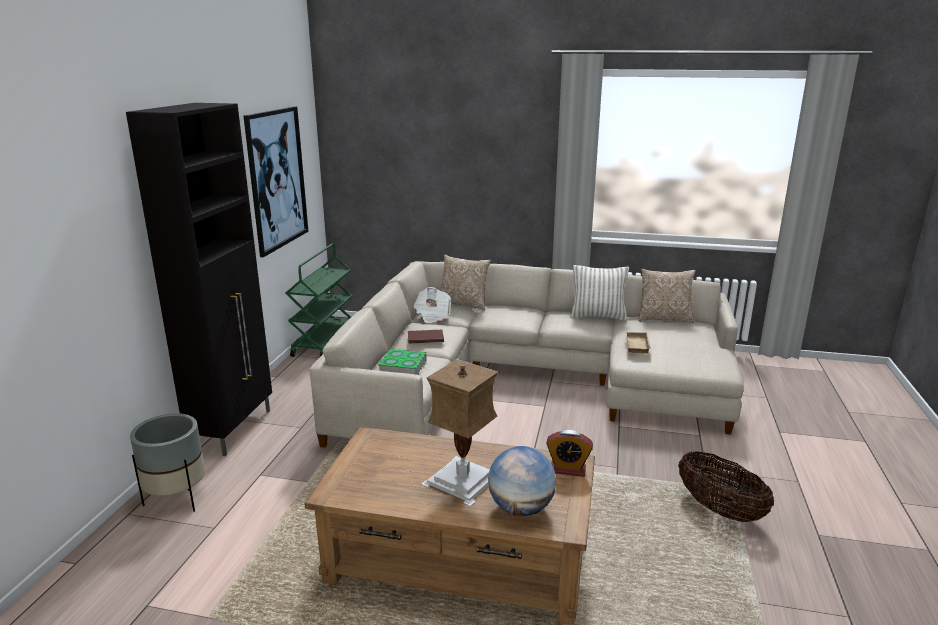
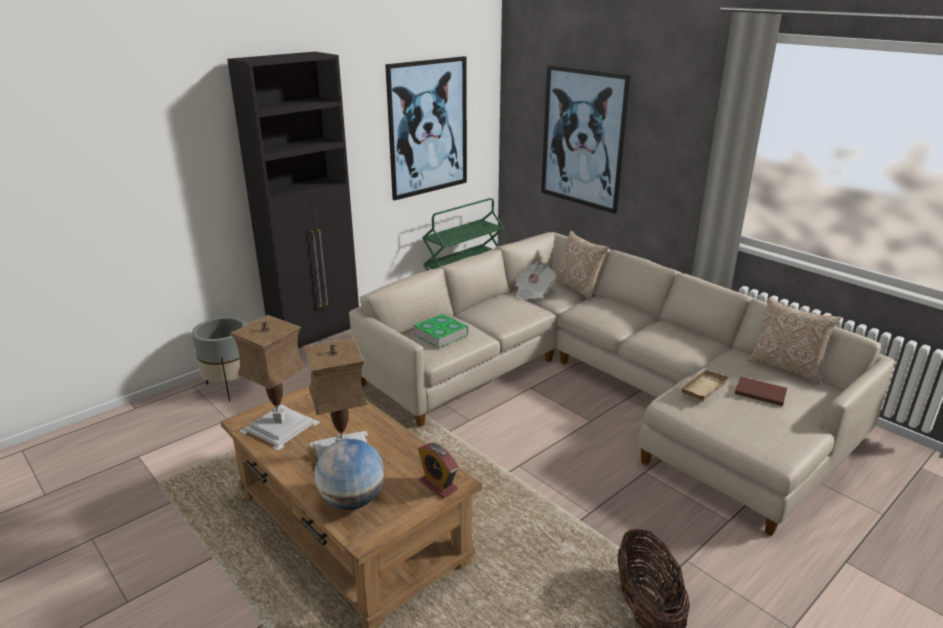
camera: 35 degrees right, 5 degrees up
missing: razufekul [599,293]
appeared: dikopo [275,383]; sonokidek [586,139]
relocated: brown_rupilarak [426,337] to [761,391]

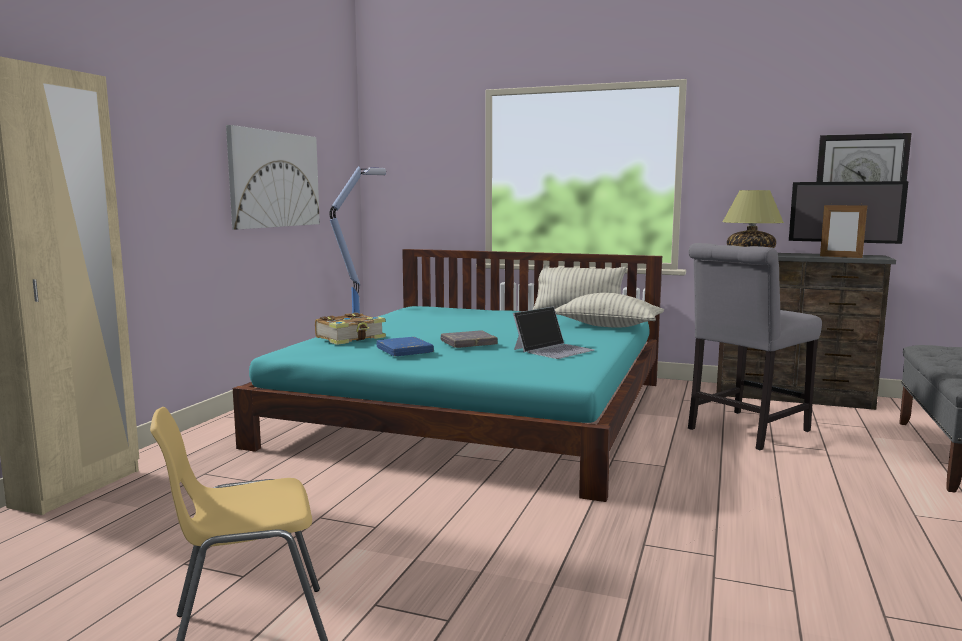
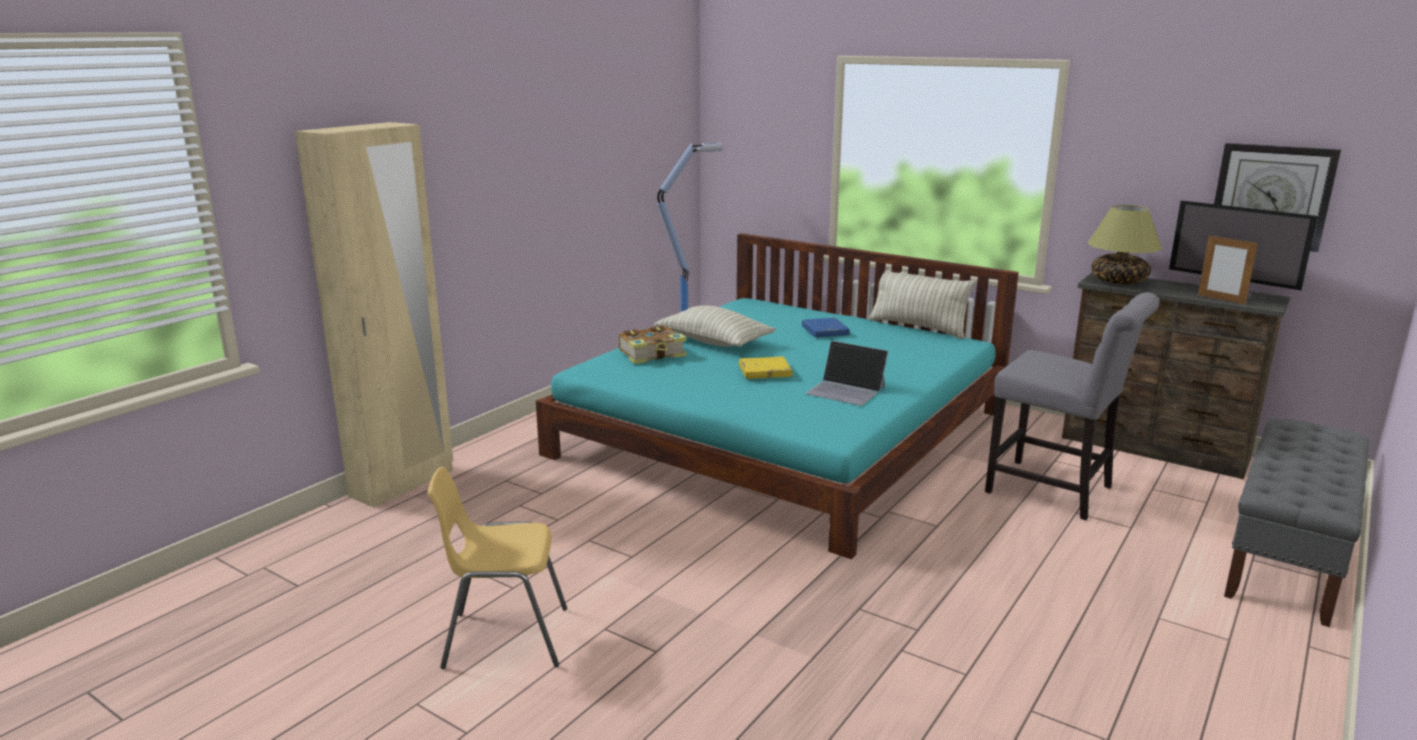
camera: 15 degrees right, 10 degrees up
missing: sonokidek [273,177]
relocated: blue_rupilarak [405,346] to [826,328]; razufekul [609,310] to [715,326]
colour: grey_rupilarak [469,339] to yellow_rupilarak [766,367]
spun: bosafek [554,333] = [847,373] 60 degrees clockwise; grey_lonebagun [755,346] = [1072,406] 120 degrees counterclockwise

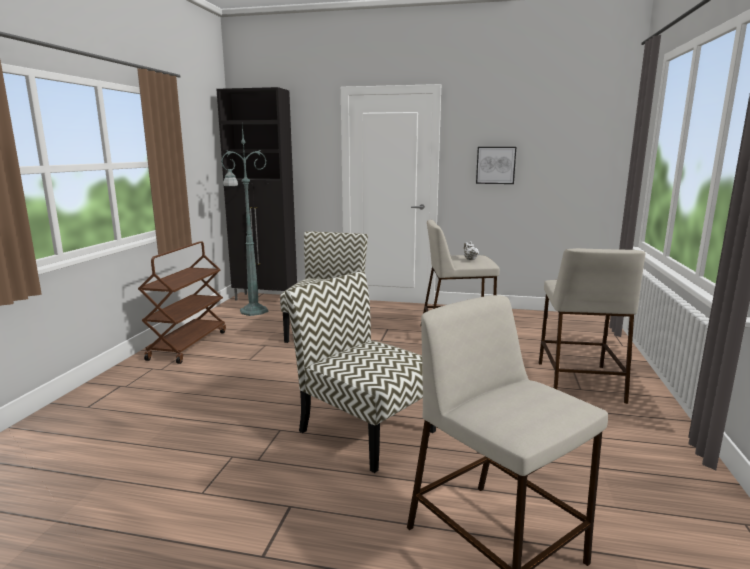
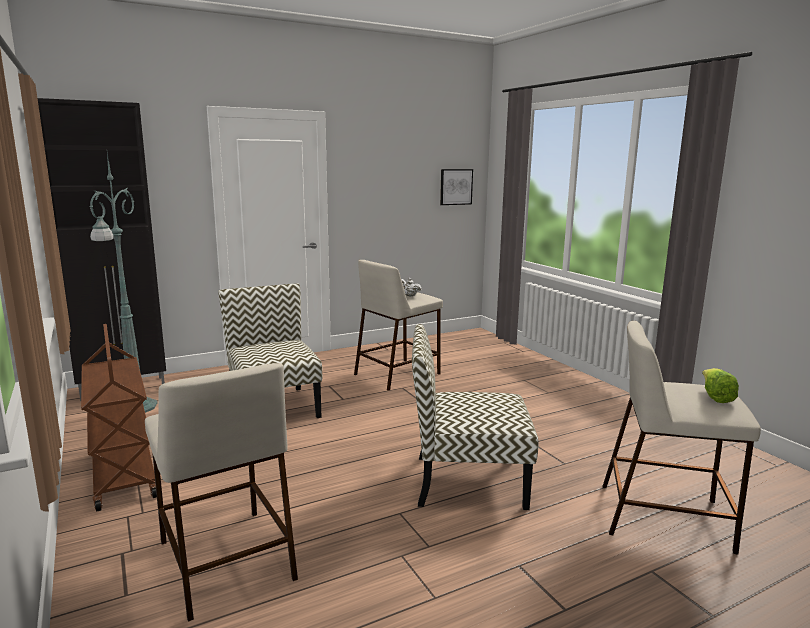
camera: 40 degrees left, 0 degrees up
appeared: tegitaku [720,385]
relocated: sonokidek [496,165] to [456,187]; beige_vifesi [592,326] to [221,492]

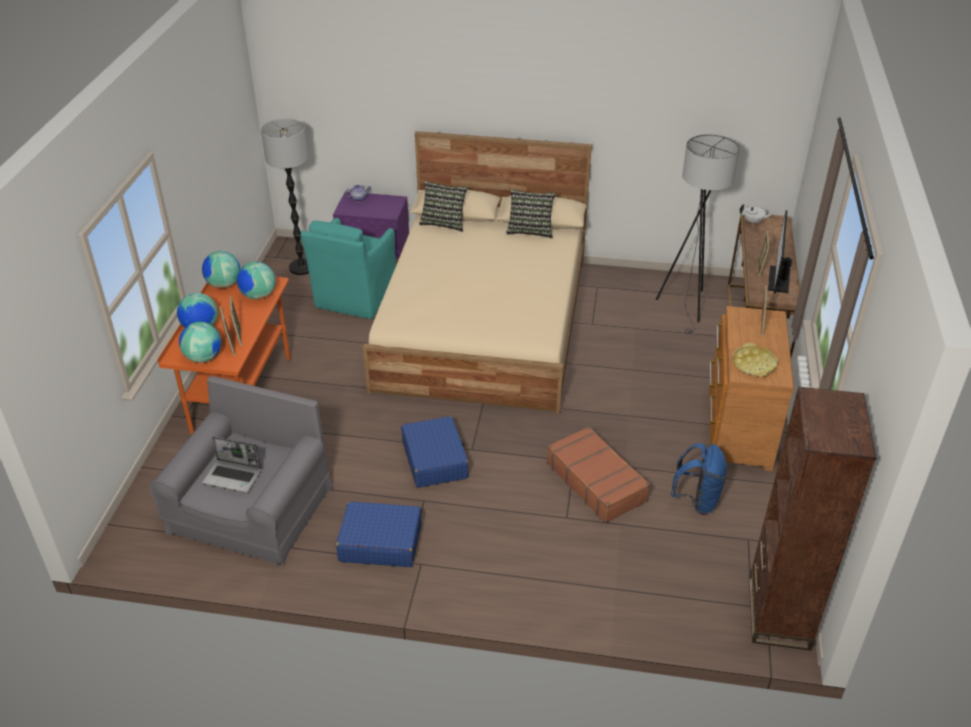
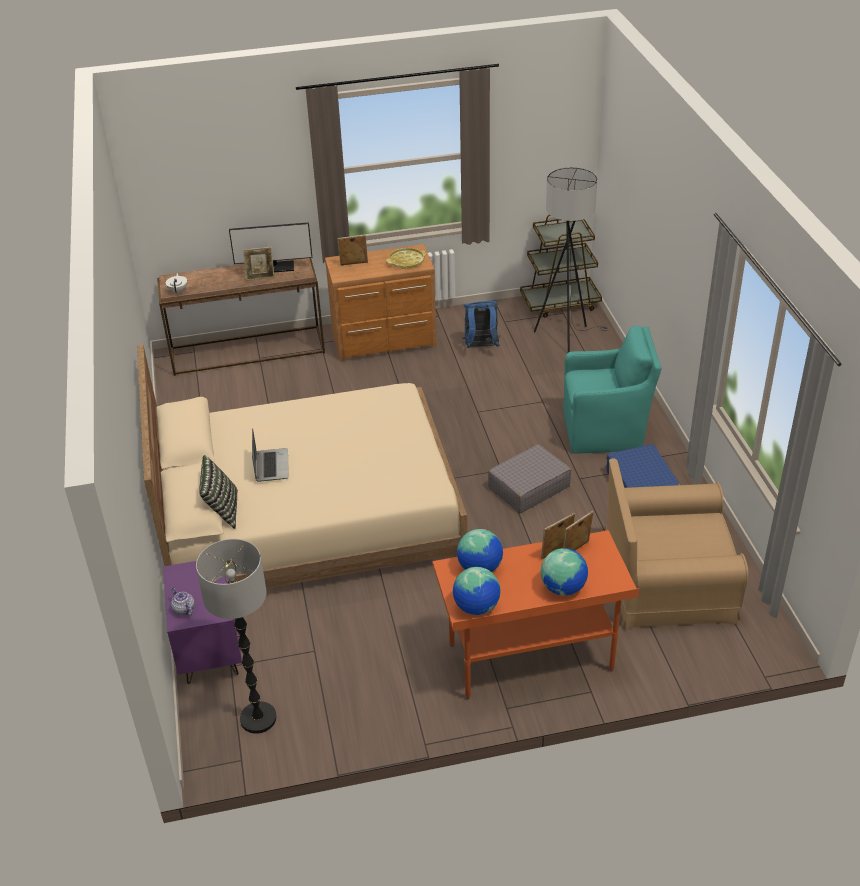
camera: 110 degrees left, 0 degrees up
missing: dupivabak [200,342]; razufekul [531,213]; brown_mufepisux [598,475]
relocated: bosafek [232,464] to [270,455]; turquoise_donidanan [348,268] to [612,390]; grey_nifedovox [697,234] to [571,259]
exchanged: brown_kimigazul [812,519] to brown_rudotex [561,266]
colour: grey_donidanan [241,471] to brown_donidanan [676,544]; blue_mufepisux [435,452] to grey_mufepisux [529,478]

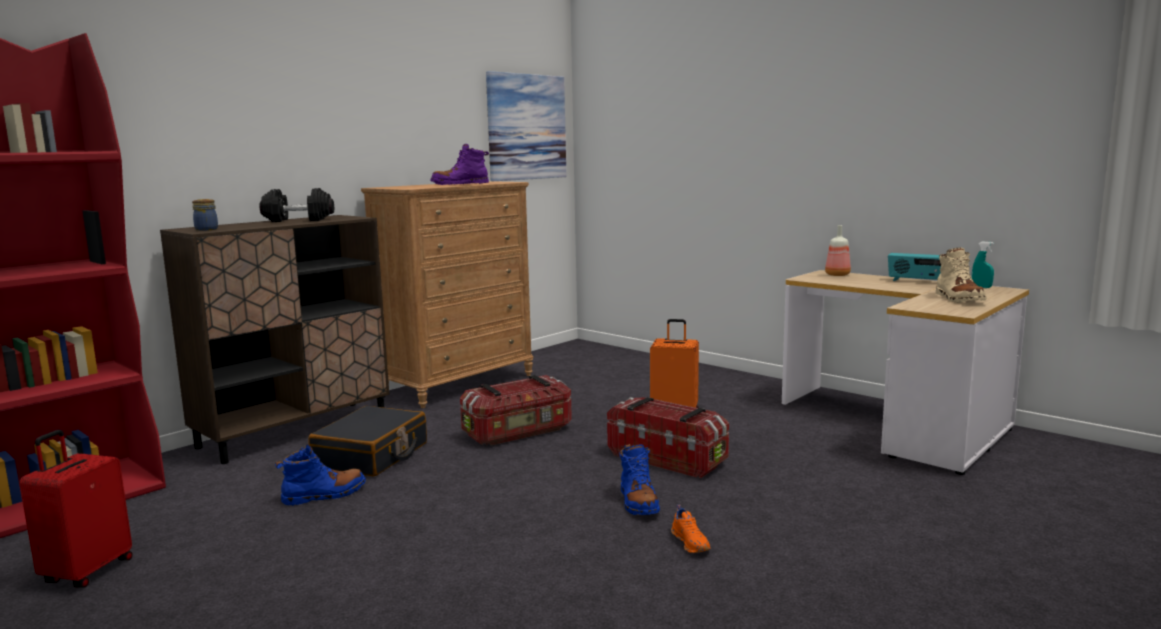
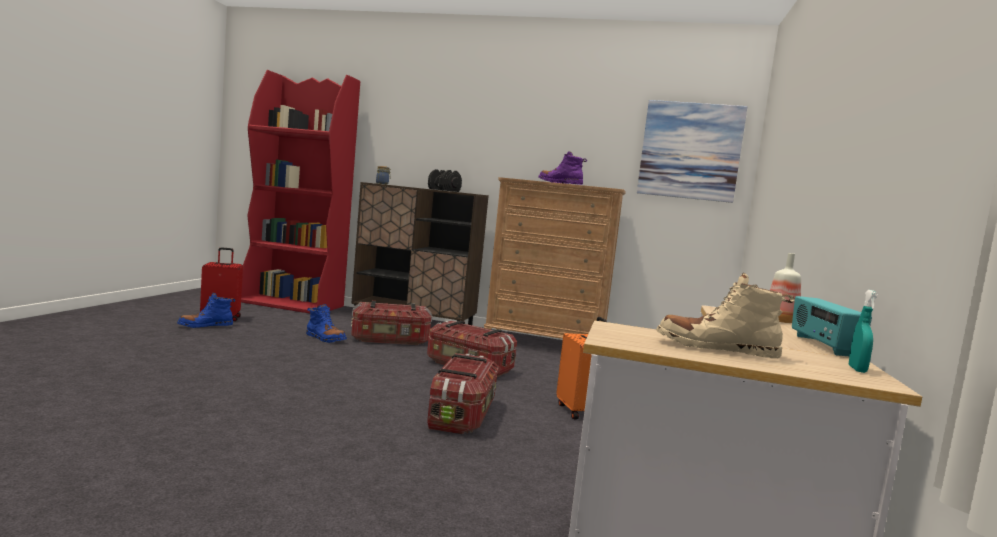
camera: 60 degrees right, 5 degrees down
missing: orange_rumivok [690,529]
relocated: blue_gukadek [639,479] to [206,310]
exchanged: black_mufepisux [367,441] to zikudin [391,323]
spun: beige_gukadek [961,275] = [725,316] 45 degrees clockwise

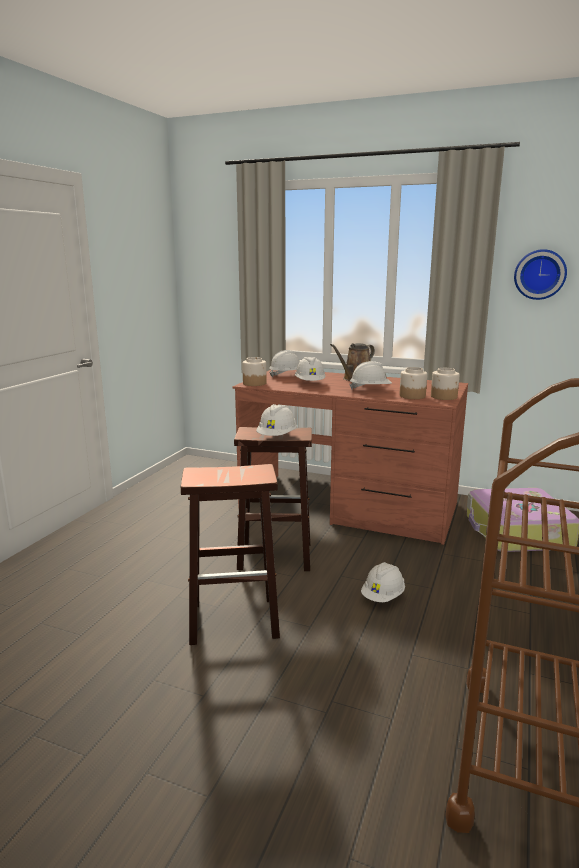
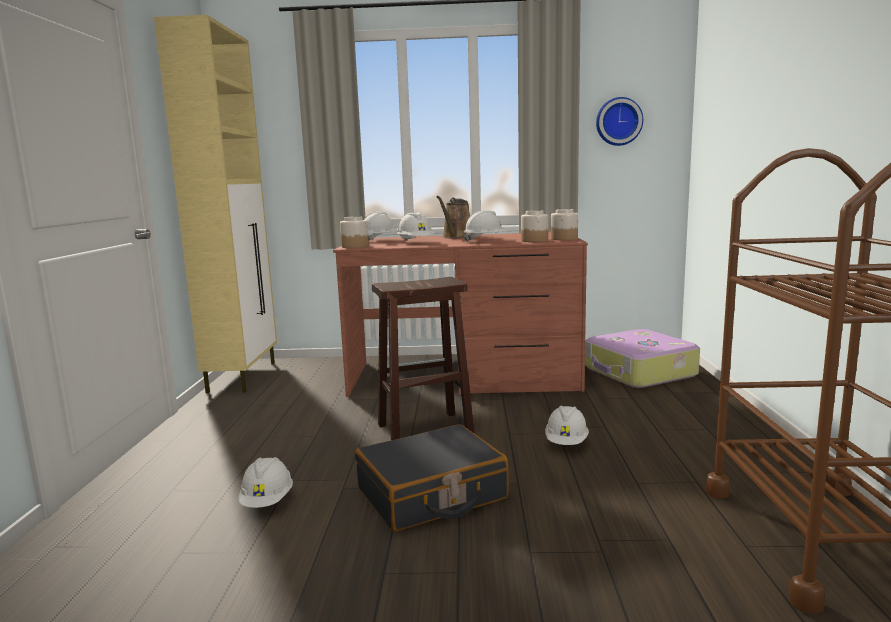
camera: 20 degrees left, 5 degrees down
appeared: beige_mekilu [215,204]
relocated: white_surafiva [276,420] to [266,482]
exchanged: brown_vifesi [230,554] to black_mufepisux [432,477]

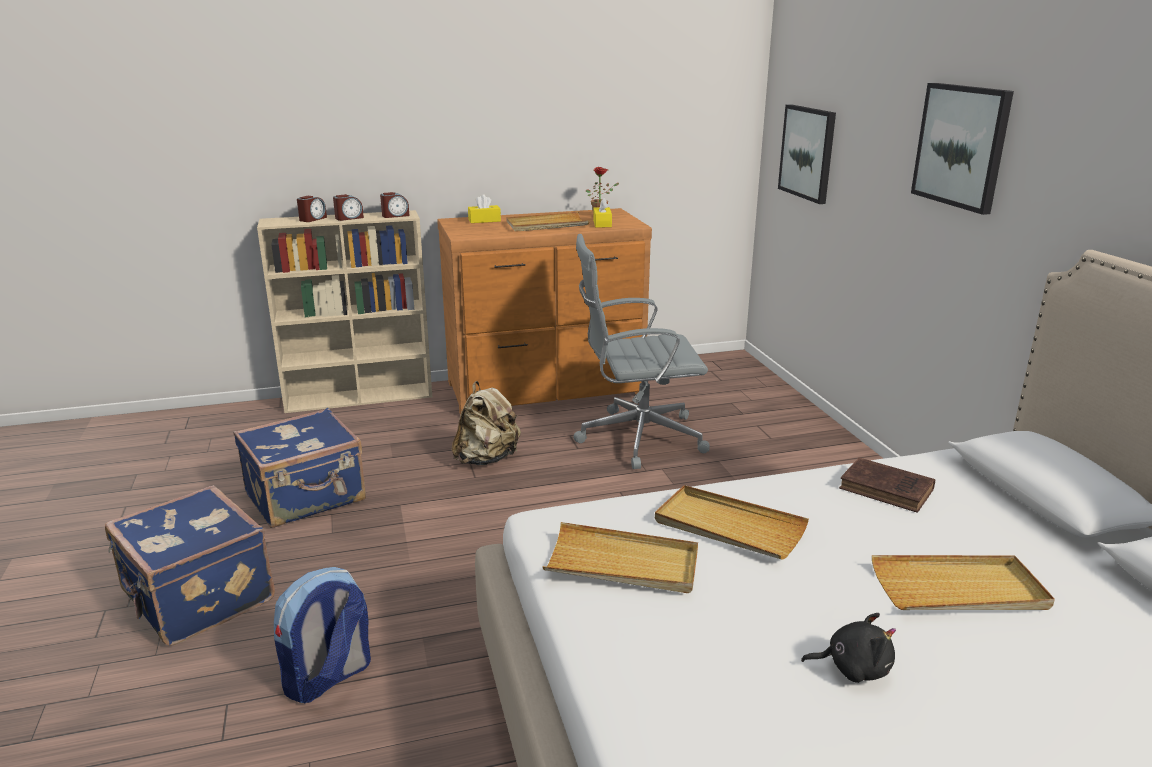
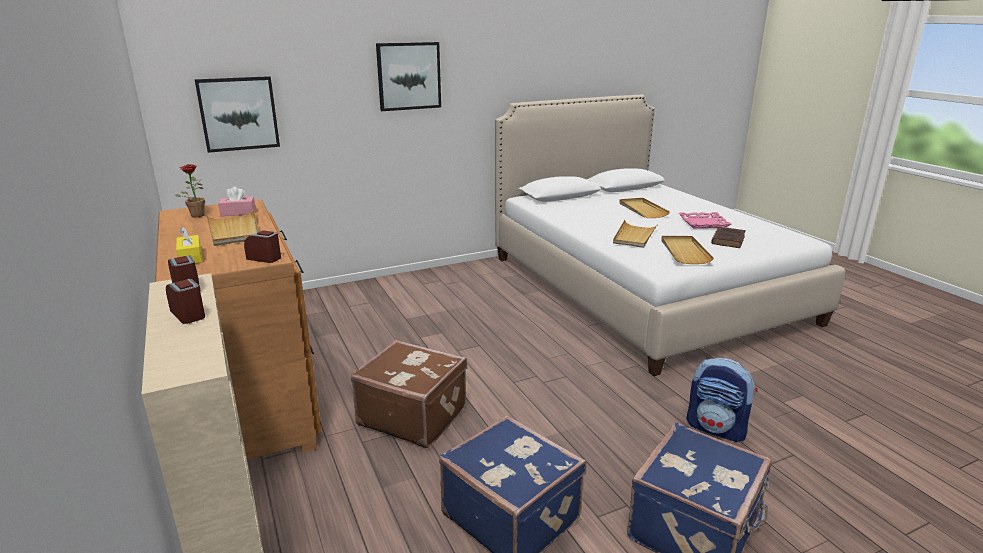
camera: 100 degrees left, 0 degrees up
missing: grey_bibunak [641,351]
relocated: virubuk [312,209] to [262,247]; brown_rupilarak [887,485] to [728,237]
exchanged: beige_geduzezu [486,423] to brown_mufepisux [409,394]; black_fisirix [848,648] to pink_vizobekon [704,220]
colour: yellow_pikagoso [602,212] to pink_pikagoso [237,201]

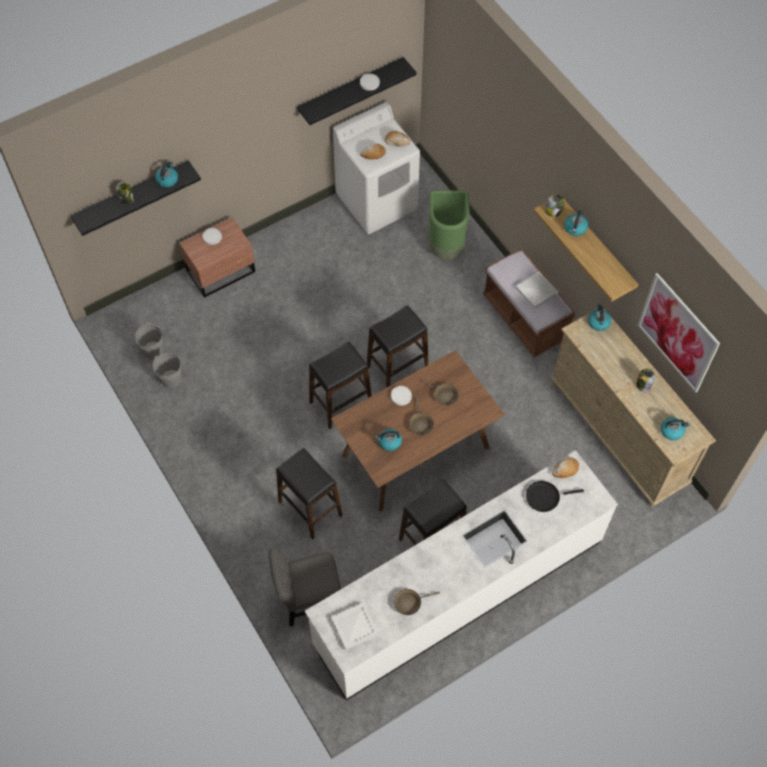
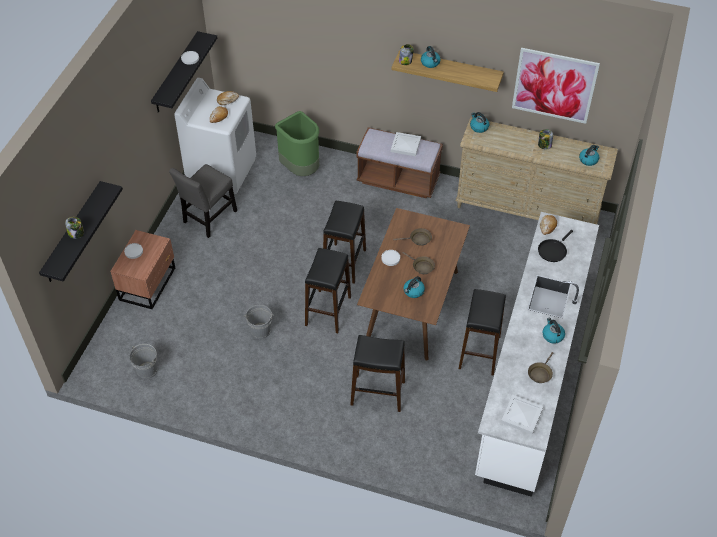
camera: 40 degrees left, 10 degrees down
relocated: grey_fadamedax [167,370] to [259,322]; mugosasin [166,174] to [554,331]; grey_lonebagun [304,588] to [203,201]

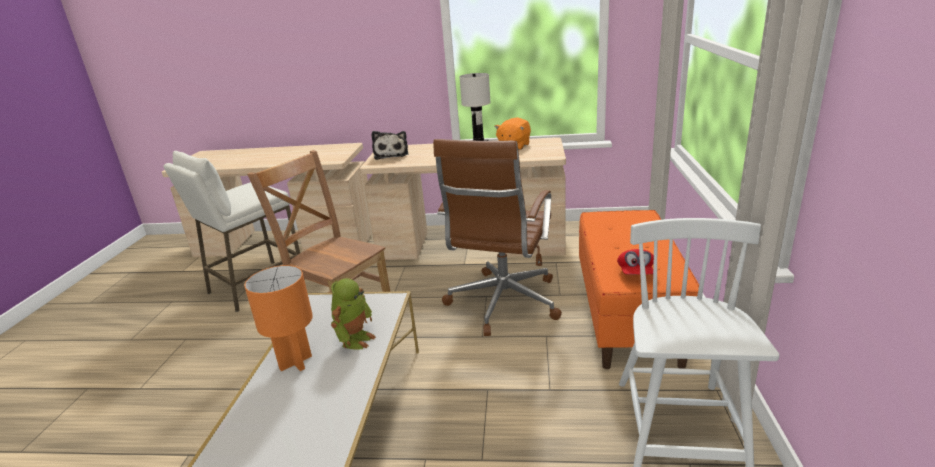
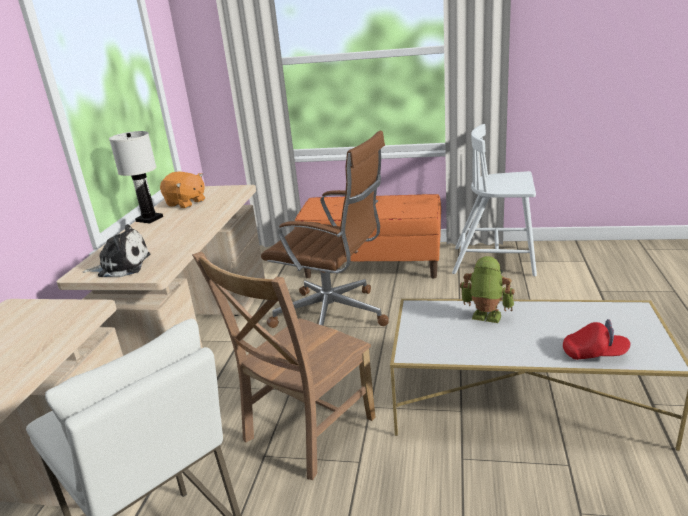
camera: 85 degrees left, 0 degrees up
missing: orange_dikopo [278,318]
relocated: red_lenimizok [635,262] to [597,339]

